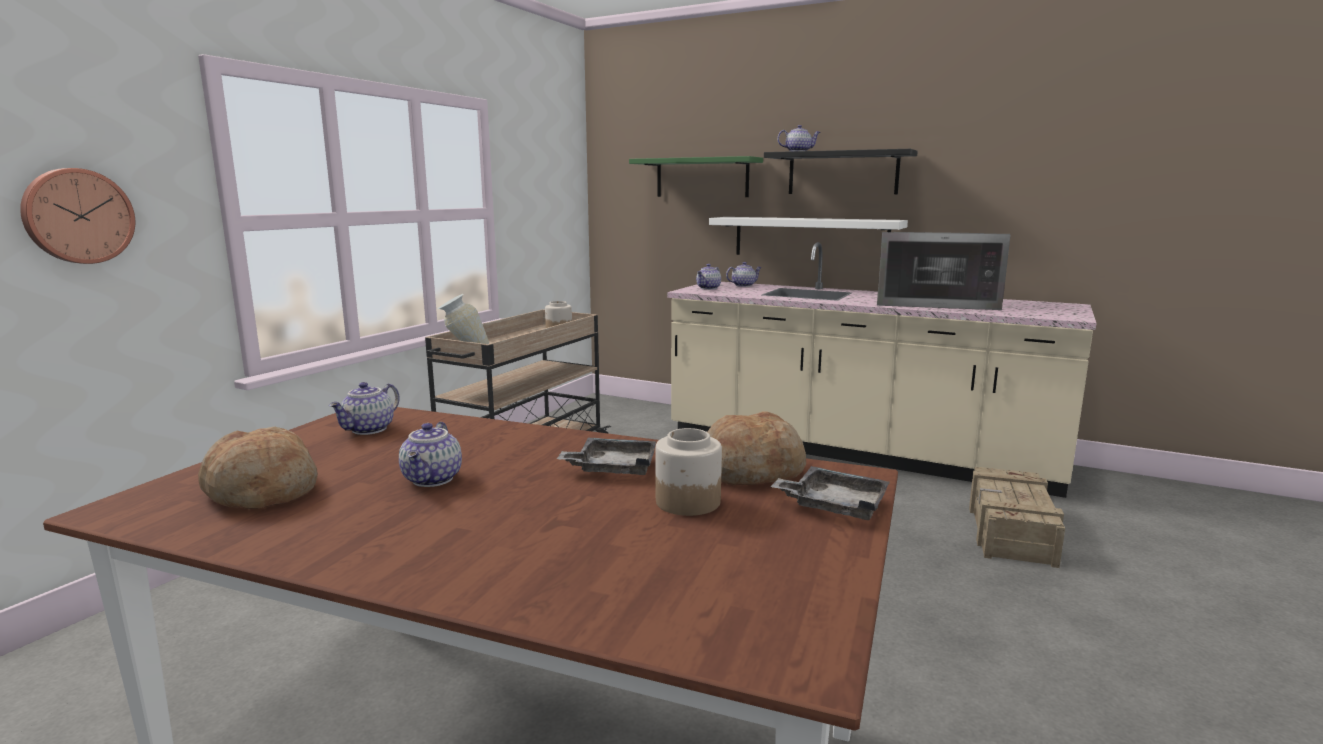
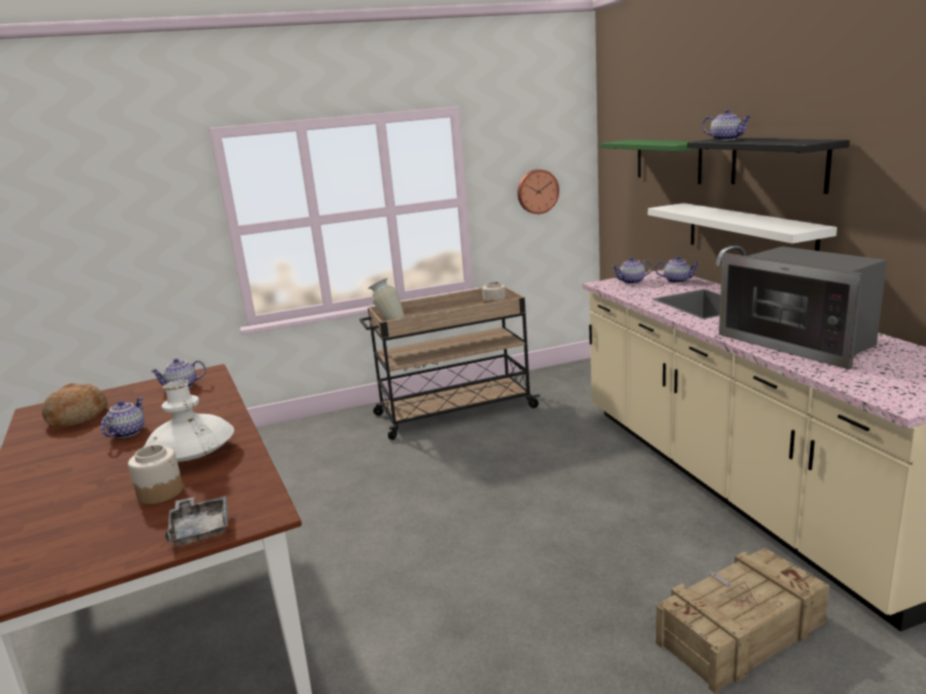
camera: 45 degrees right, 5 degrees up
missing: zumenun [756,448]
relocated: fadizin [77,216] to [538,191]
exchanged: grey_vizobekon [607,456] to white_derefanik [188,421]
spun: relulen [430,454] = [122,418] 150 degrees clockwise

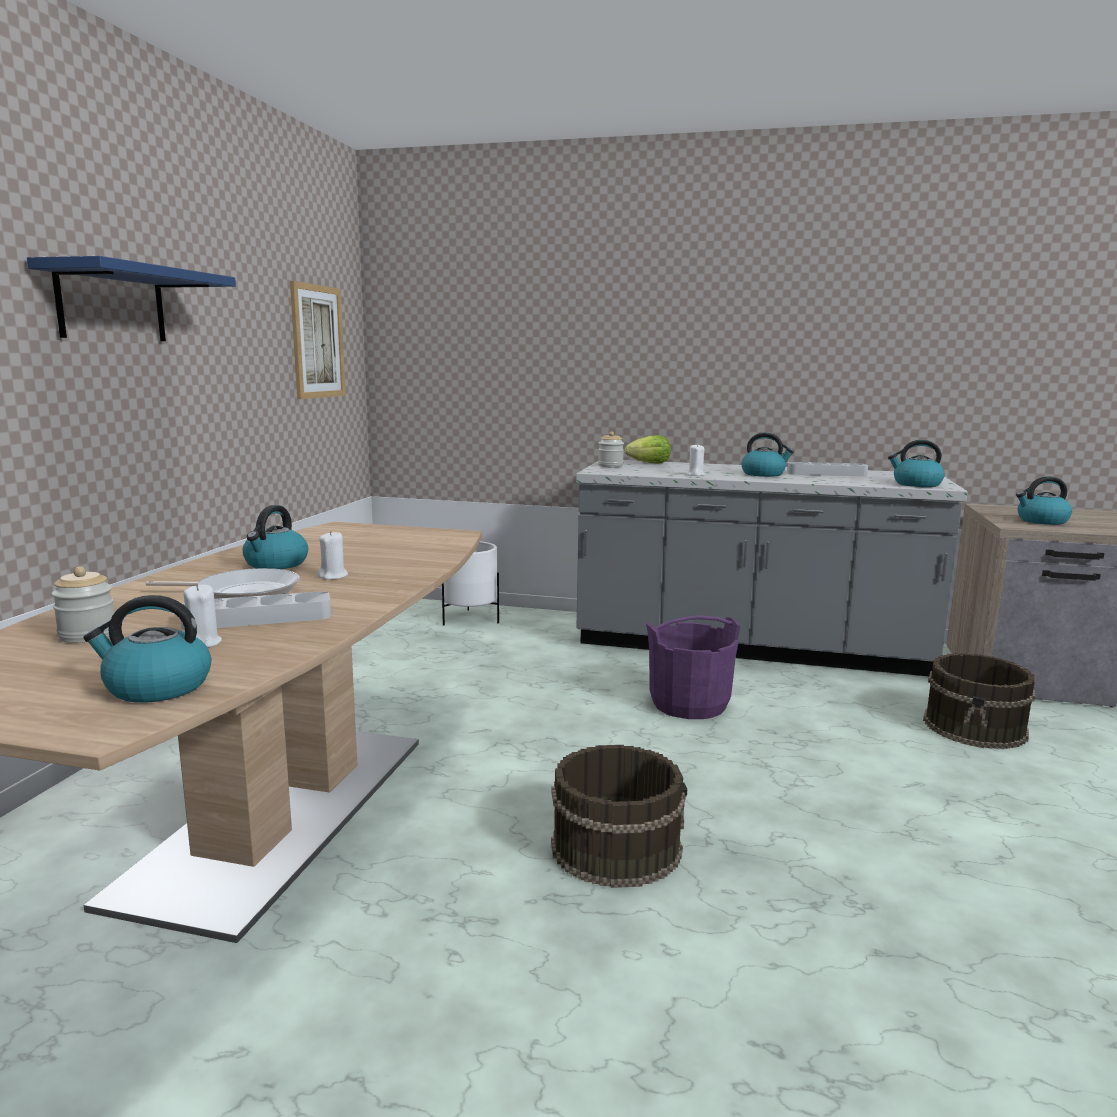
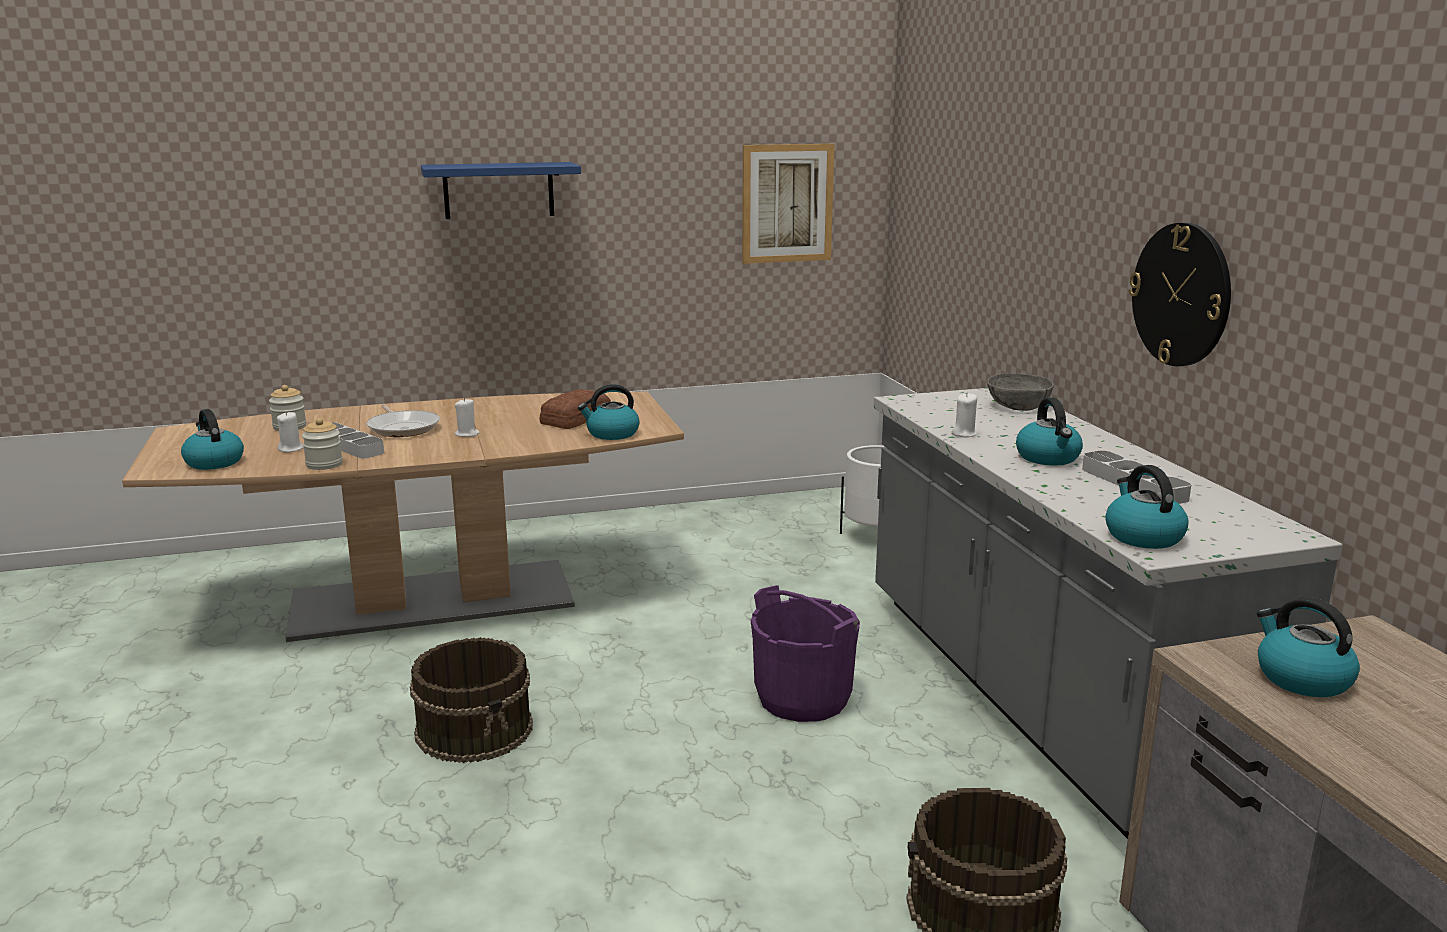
camera: 60 degrees right, 5 degrees up
appeared: zumenun [575,409]; fadizin [1180,294]
relocated: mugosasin [275,537] to [609,412]; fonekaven [611,449] to [322,444]
exchanged: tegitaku [648,449] to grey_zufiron [1020,392]

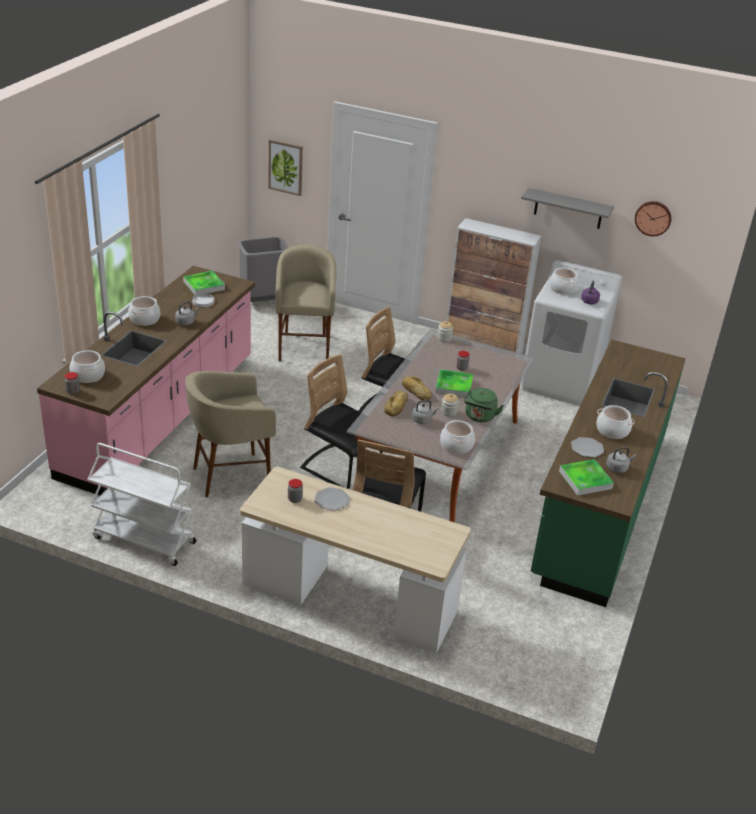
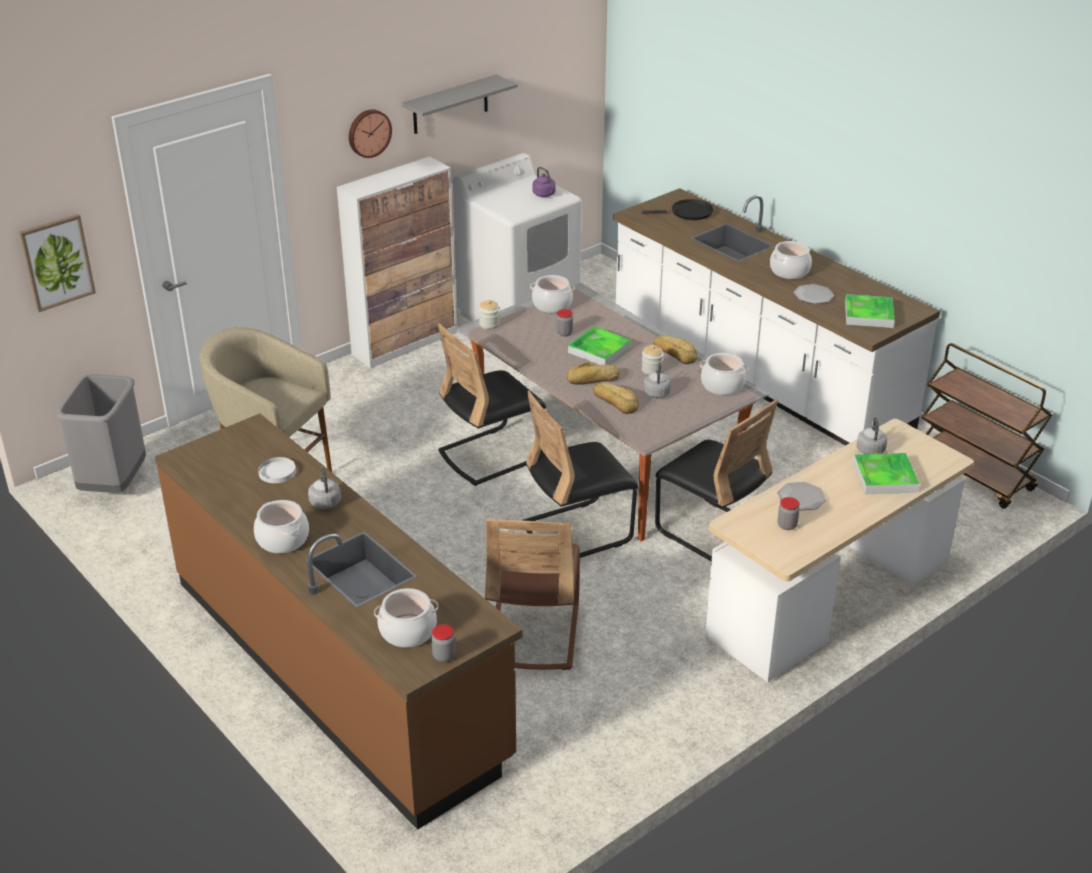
camera: 60 degrees left, 0 degrees up
missing: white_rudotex [141,504]
appeared: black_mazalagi [678,209]; brown_rudotex [986,426]
relocated: vizobekon [204,283] to [886,473]; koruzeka [564,281] to [552,294]; grey_mugosasin [621,460] to [872,435]; fadizin [653,218] to [370,133]
exchanged: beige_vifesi [230,434] to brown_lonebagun [532,594]; green_mugosasin [484,405] to zumenun [675,349]
colour: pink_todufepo [146,381] to brown_todufepo [339,621]; green_todufepo [608,473] to white_todufepo [776,317]

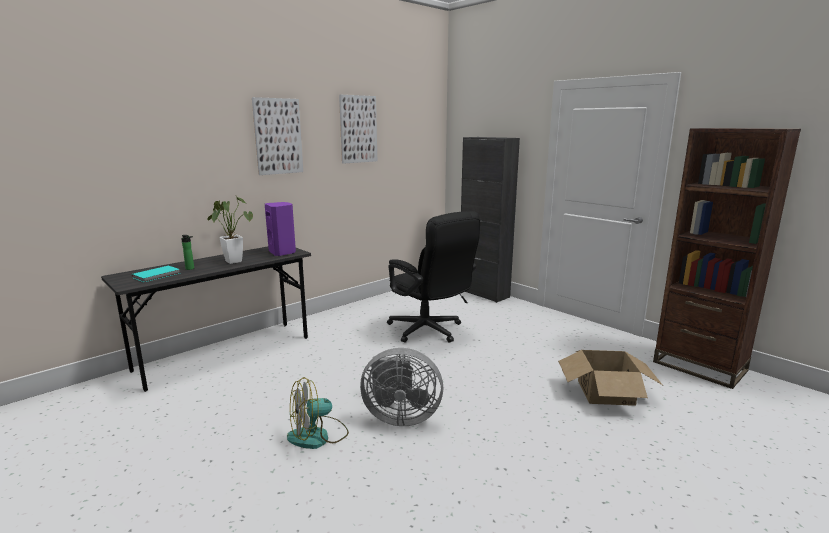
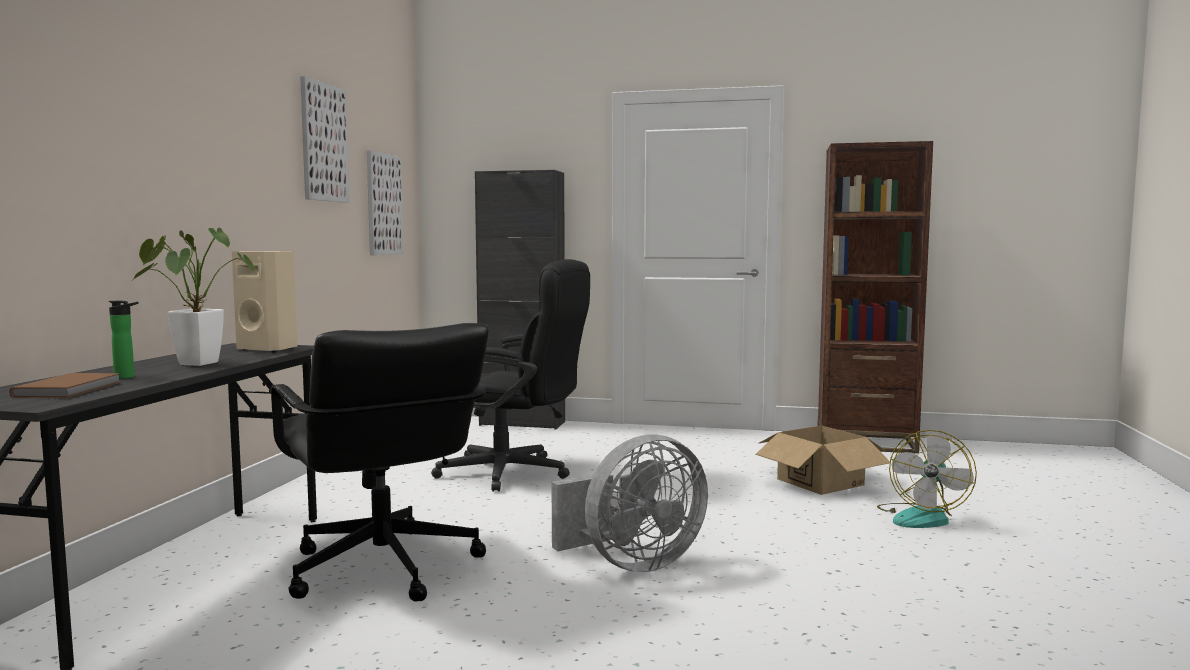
camera: 35 degrees left, 10 degrees down
appeared: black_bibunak [380,462]
relocated: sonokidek [277,136] to [385,202]; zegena [318,413] to [927,479]
colour: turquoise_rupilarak [156,274] to brown_rupilarak [65,385]; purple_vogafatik [280,229] to beige_vogafatik [265,302]

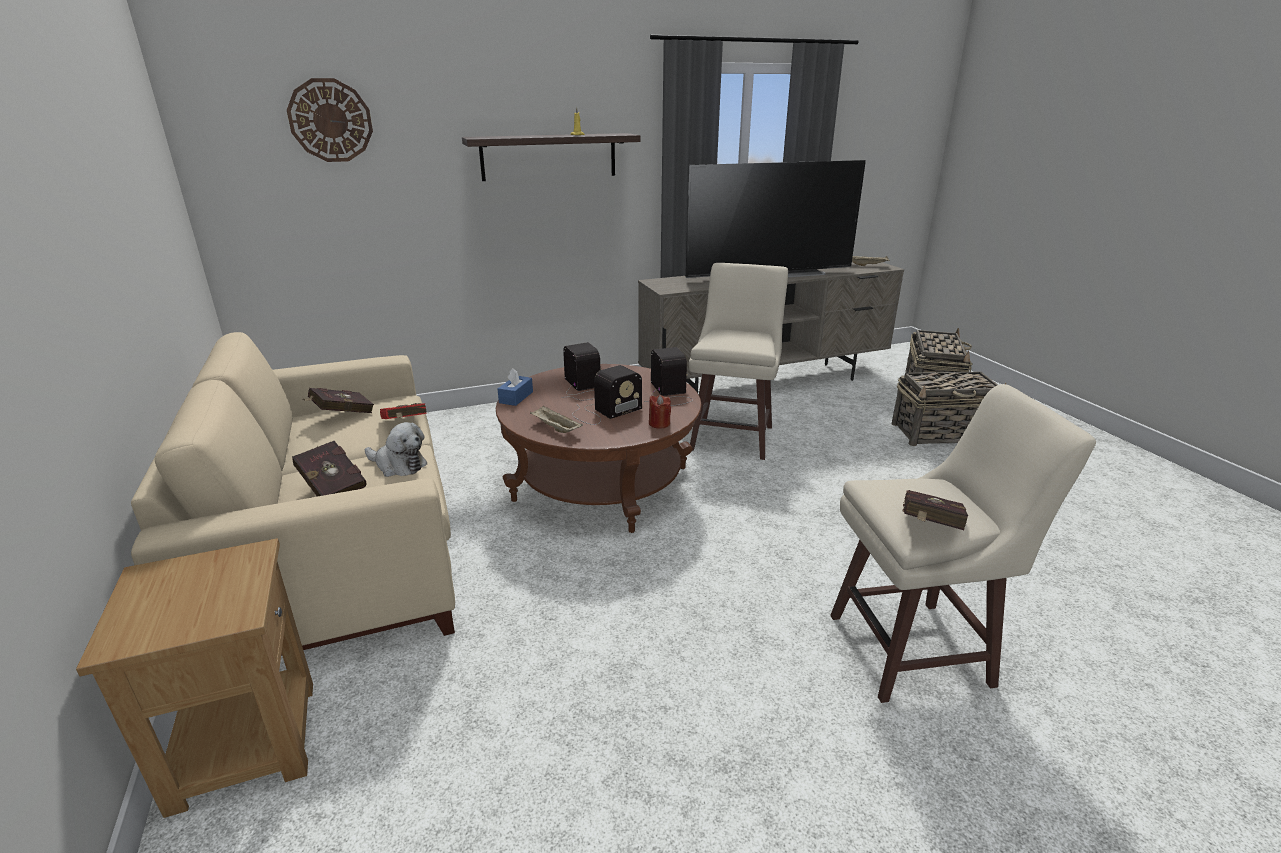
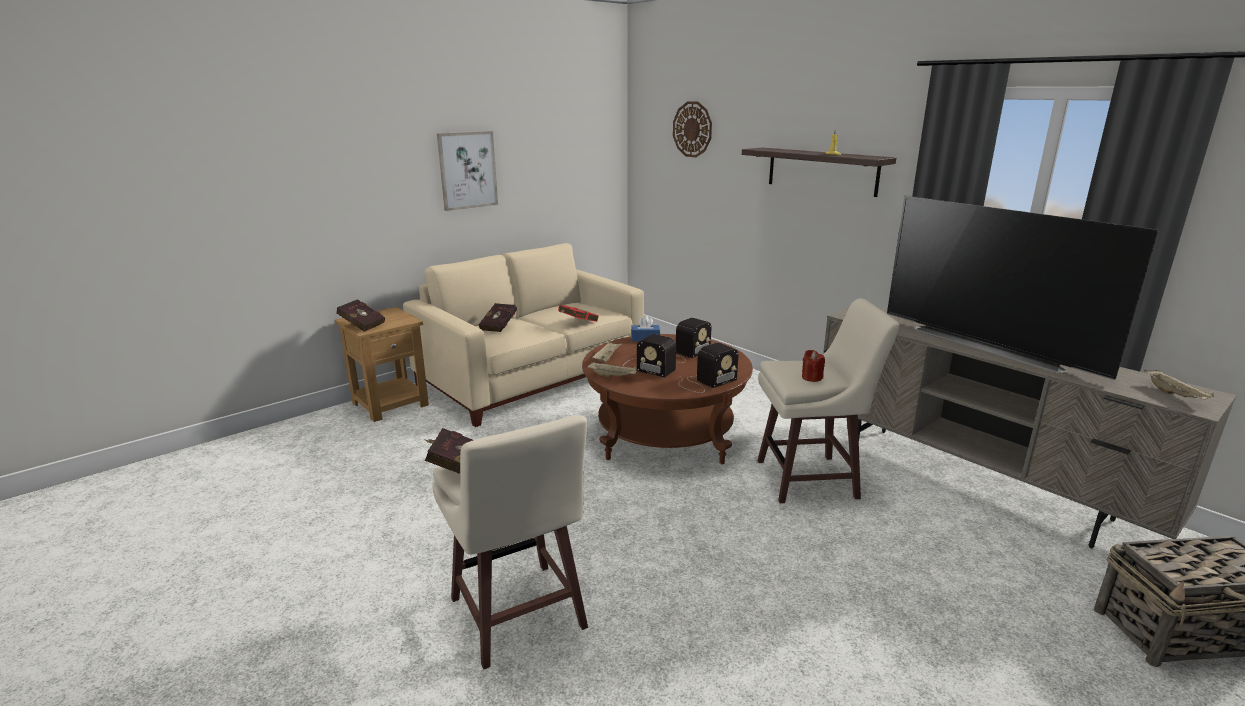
camera: 70 degrees right, 5 degrees down
missing: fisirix [396,449]; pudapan [949,408]
appeared: sonokidek [467,171]; beige_vizobekon [612,370]
relocated: red_rupilarak [338,400] to [361,315]; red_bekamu [660,412] to [813,366]

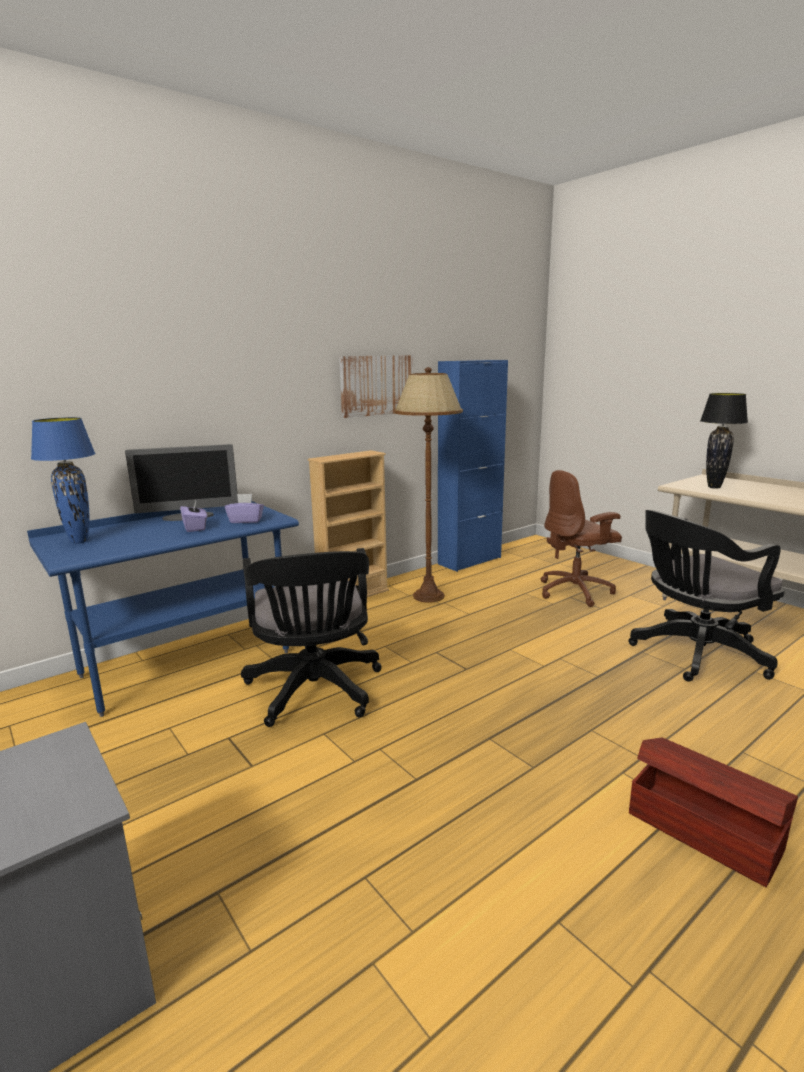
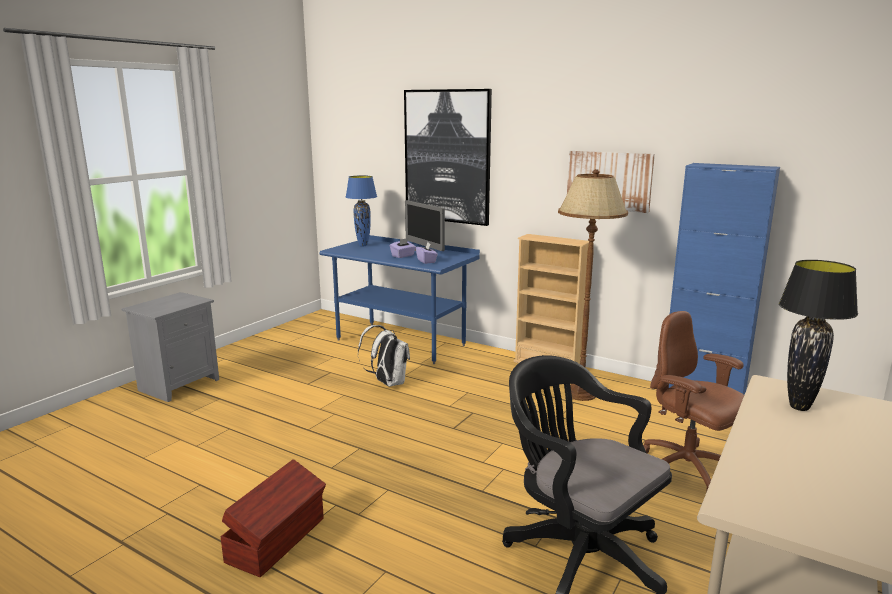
camera: 70 degrees right, 0 degrees up
appeared: sonokidek [448,157]
exchanged: black_bibunak [311,637] to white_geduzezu [384,356]

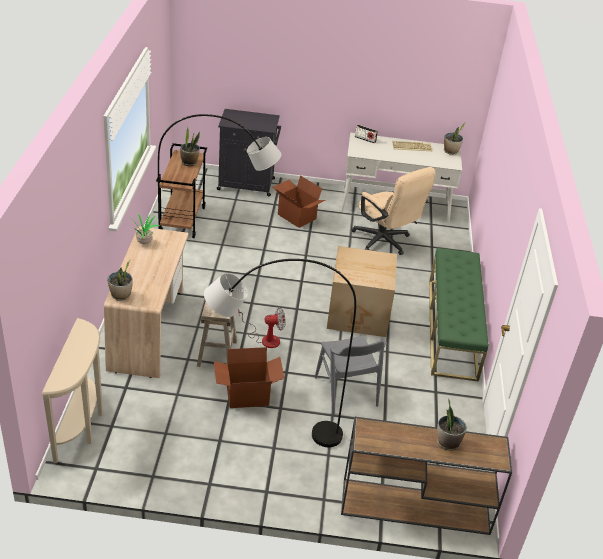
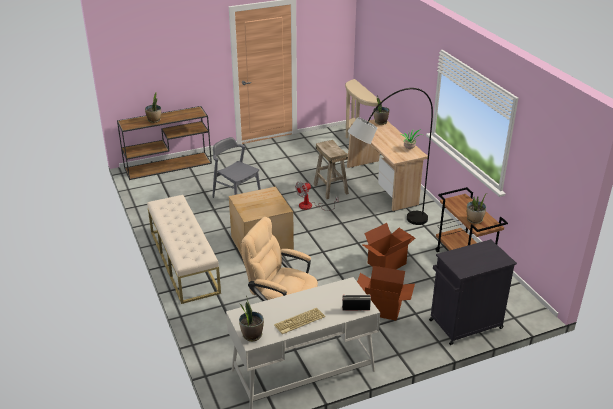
camera: 155 degrees right, 5 degrees down
missing: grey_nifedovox [280,353]
relocated: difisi [249,377] to [388,246]
colour: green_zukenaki [459,315] to beige_zukenaki [184,249]

